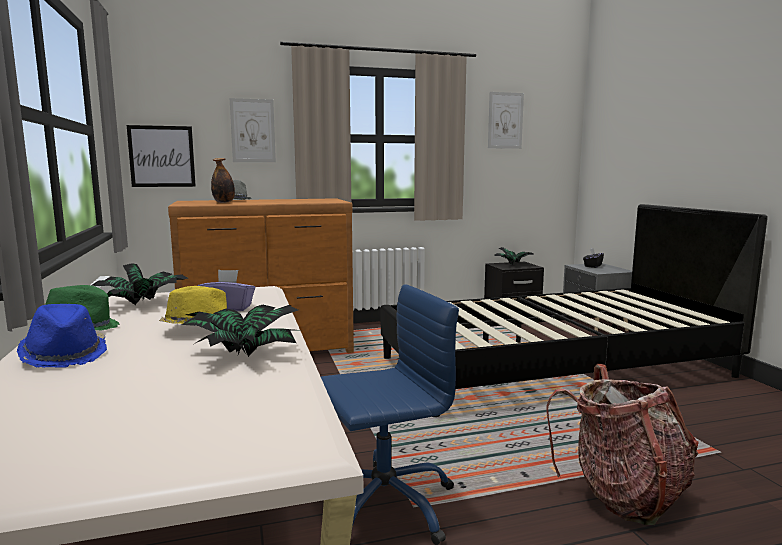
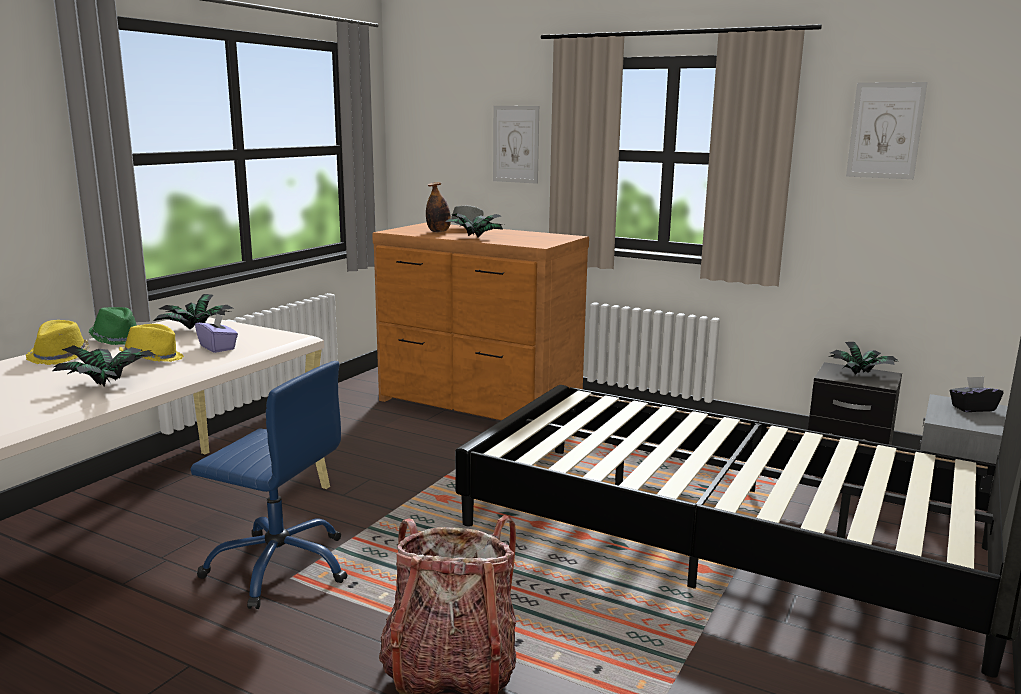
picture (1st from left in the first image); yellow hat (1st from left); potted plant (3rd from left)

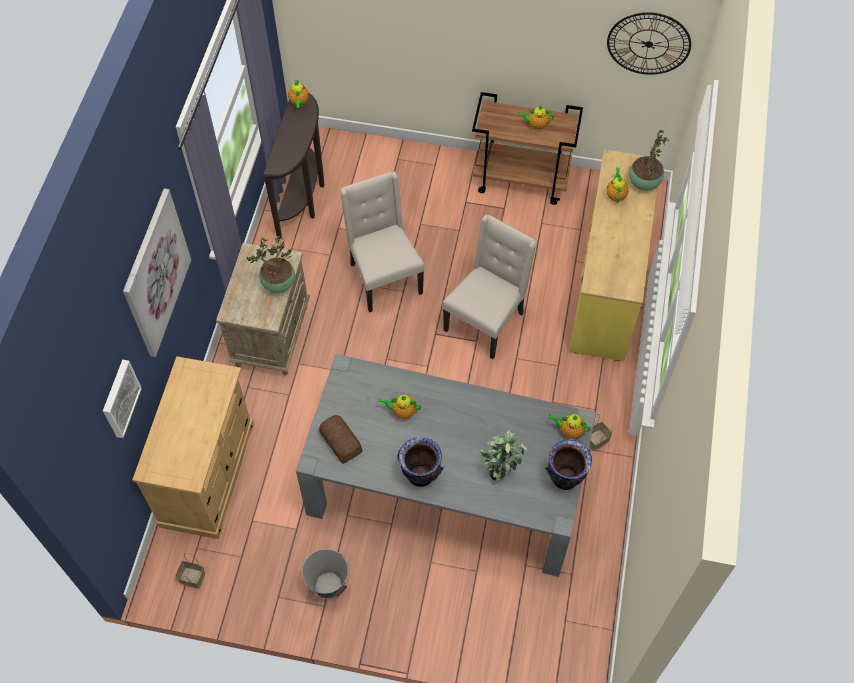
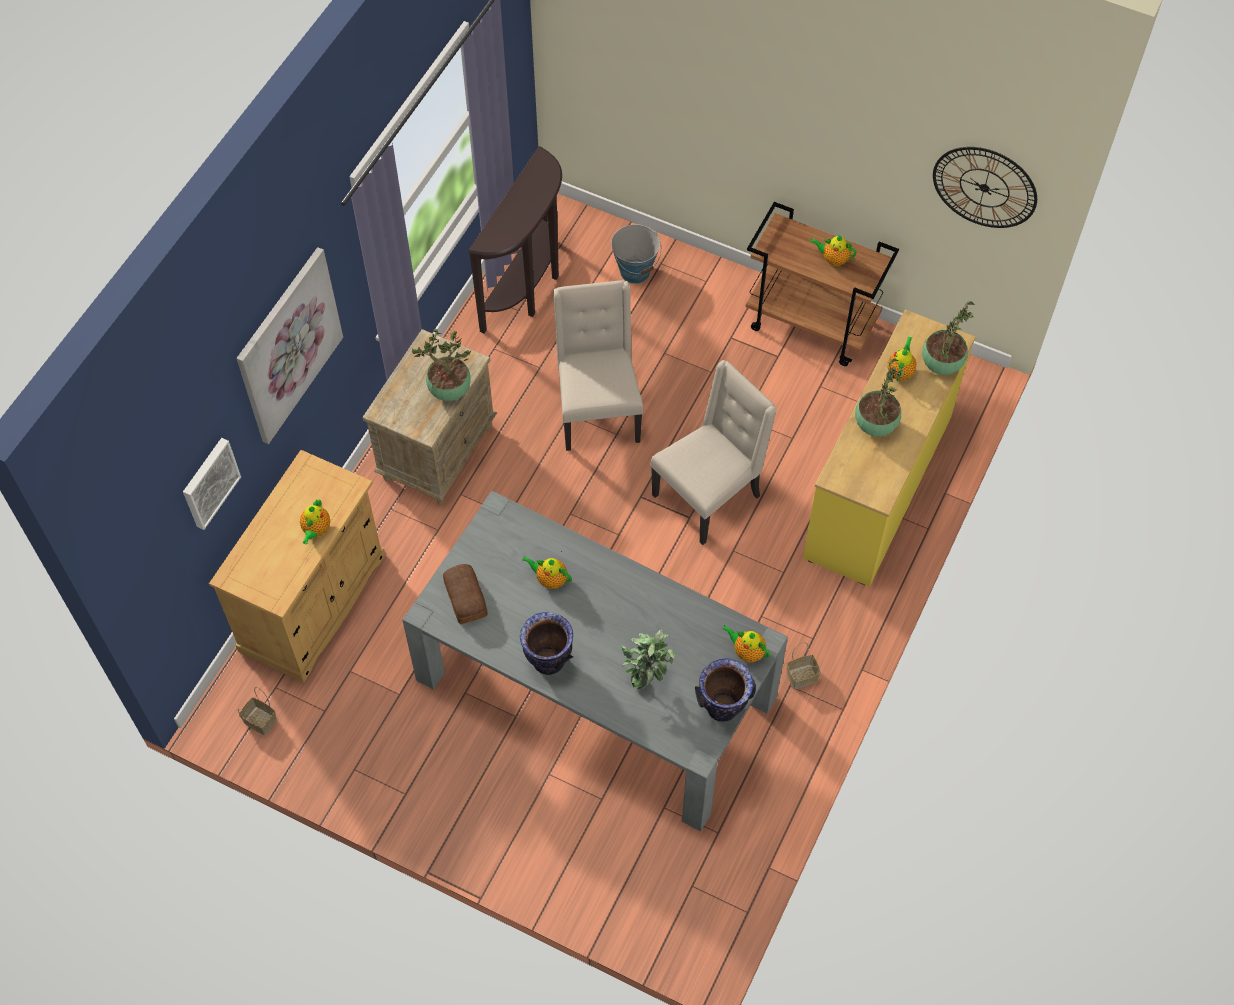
teapot (1st from left); bucket; potted plant (3rd from left)

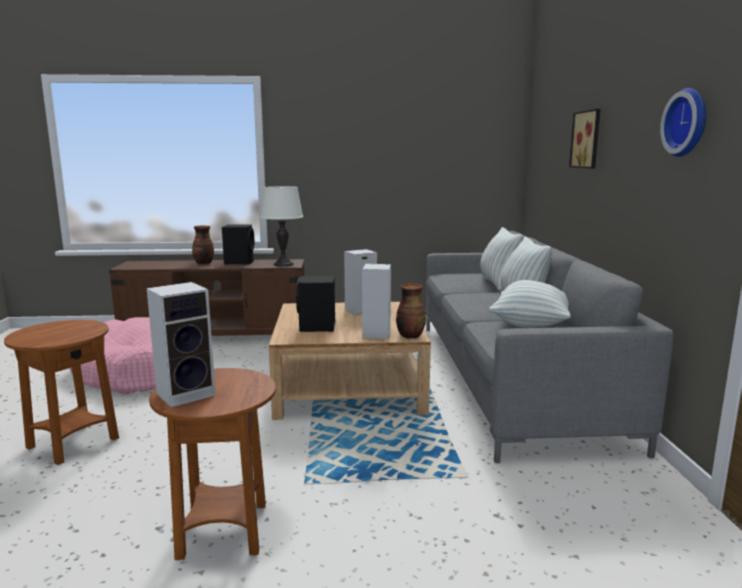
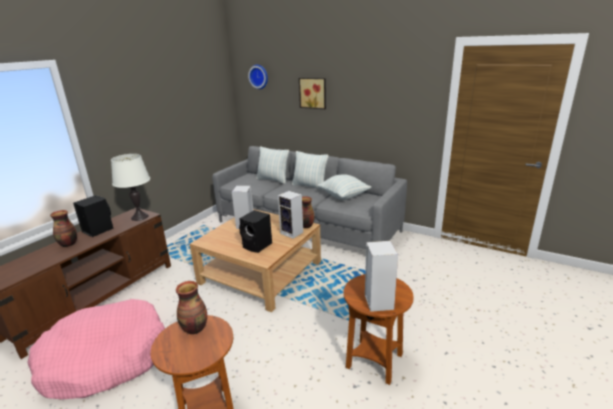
wall clock; vase (2nd from left)

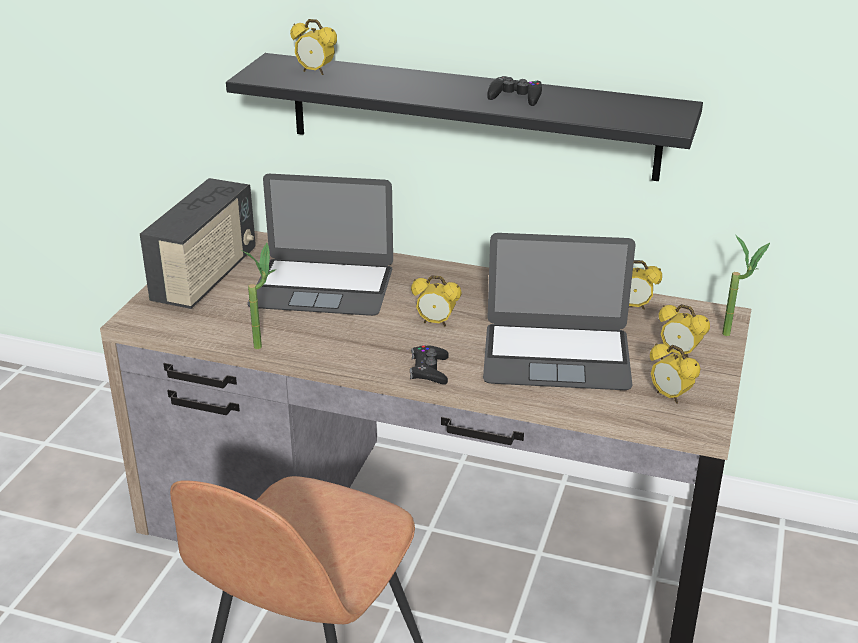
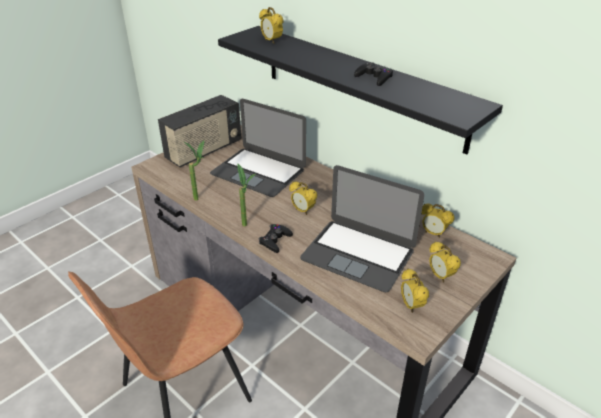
potted plant (2nd from left)

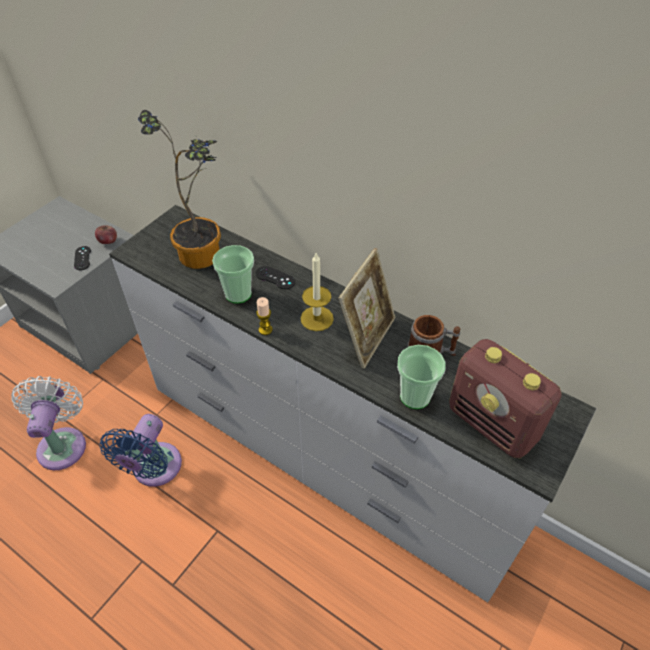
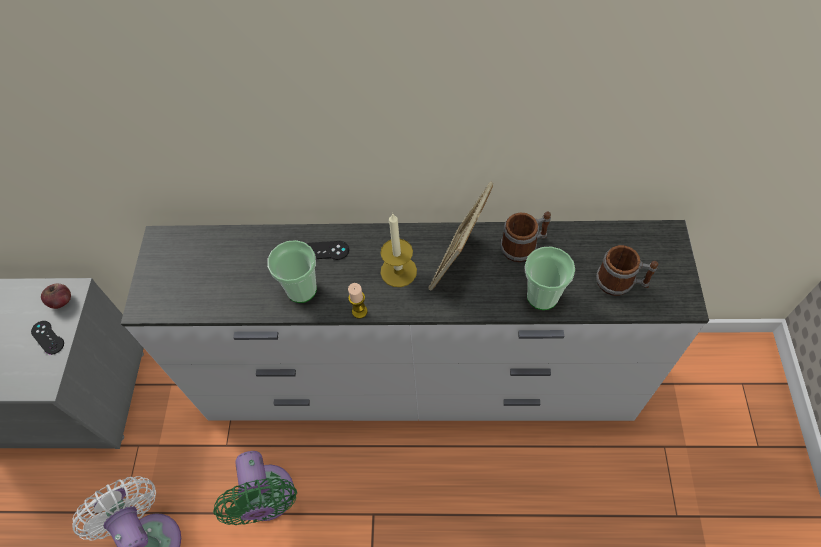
potted plant; picture frame; mug (2nd from left); green fan

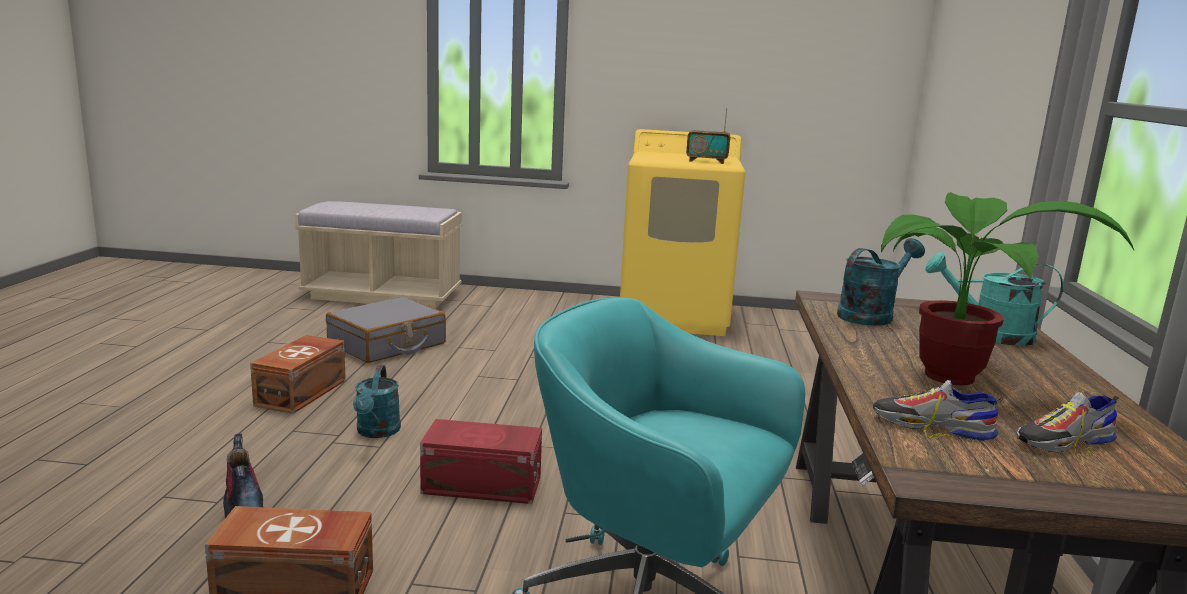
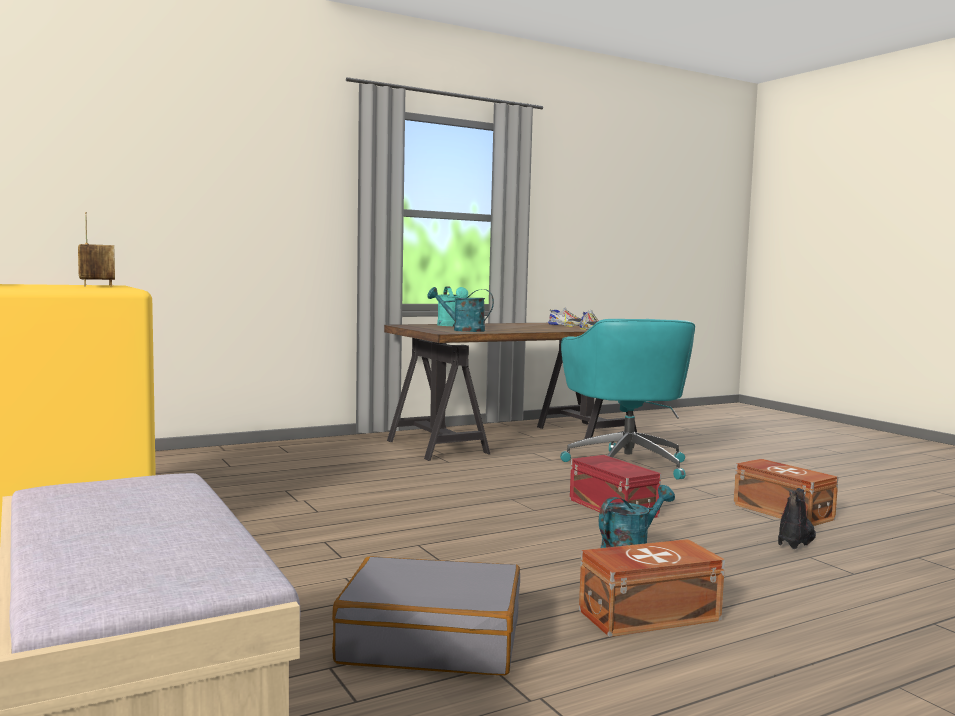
potted plant

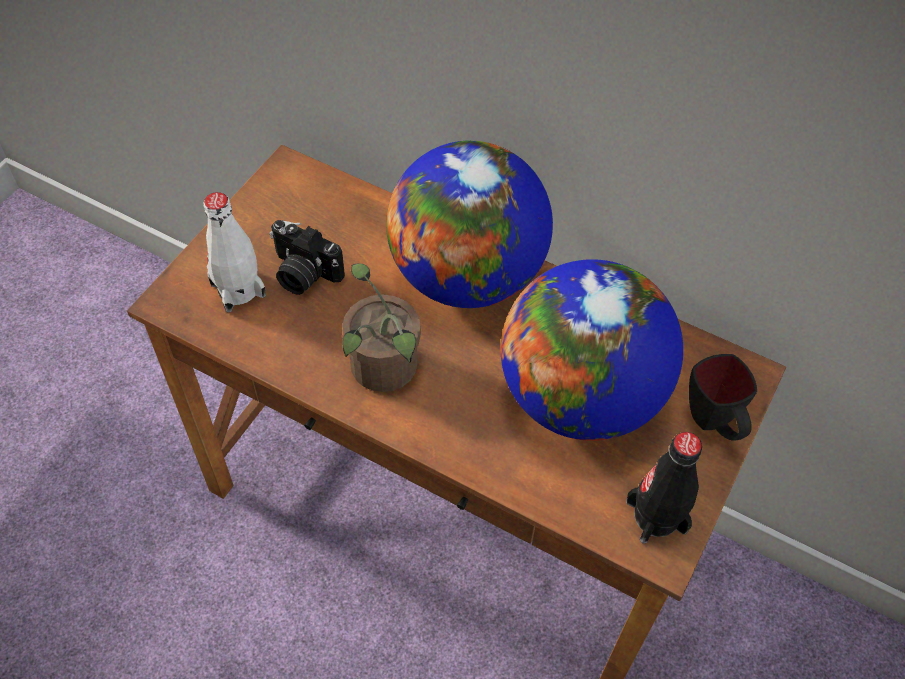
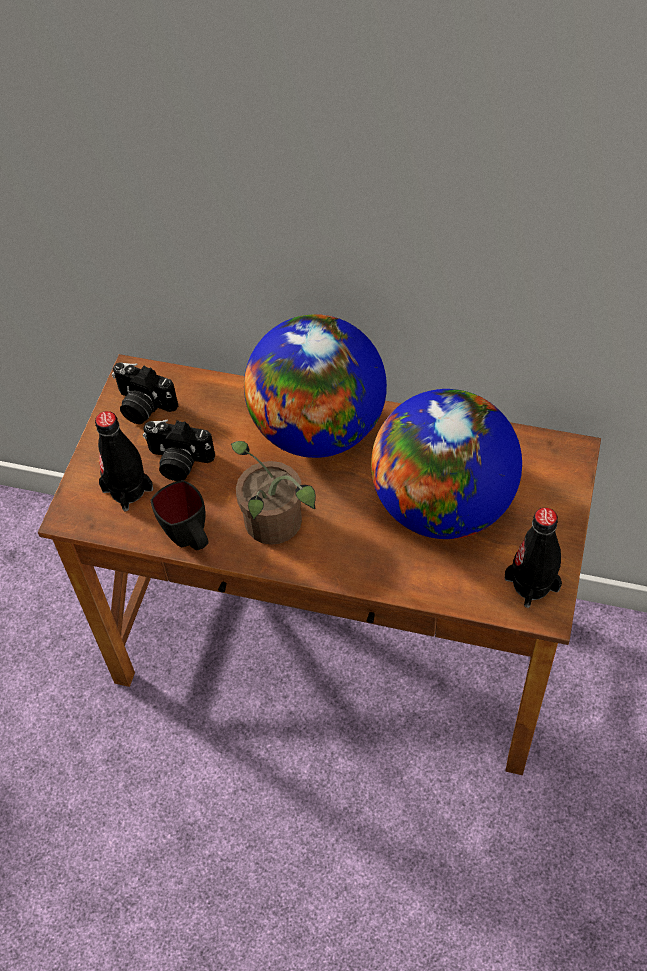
black bottle (1st from left); black mug; photo camera (1st from left)

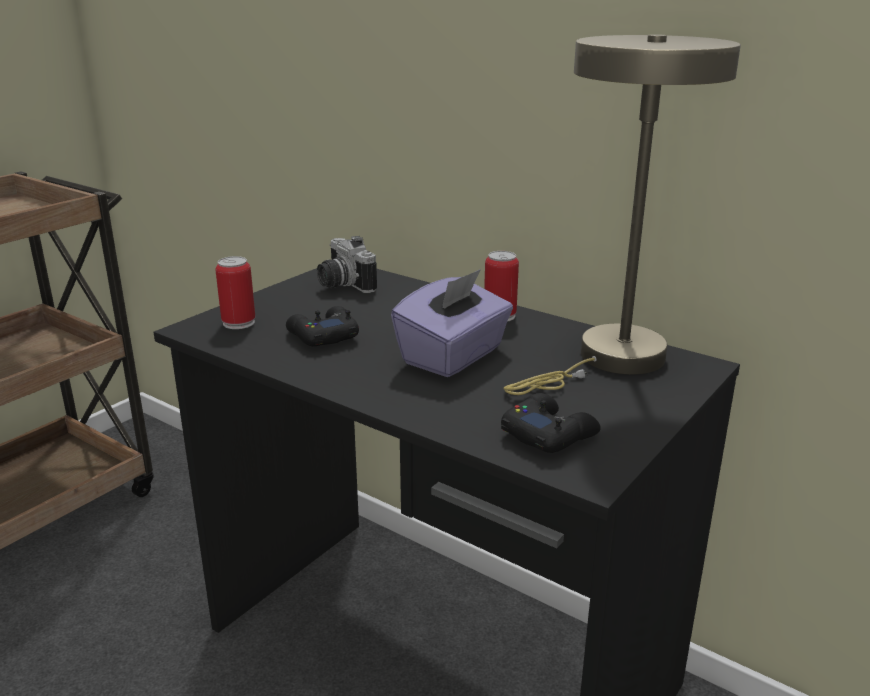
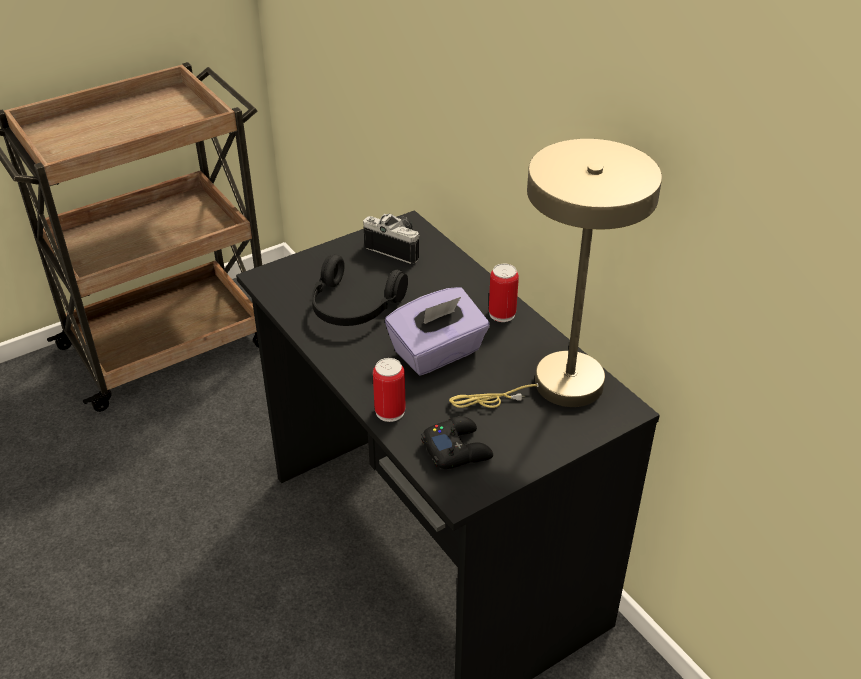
photo camera; can (1st from left); black headphones

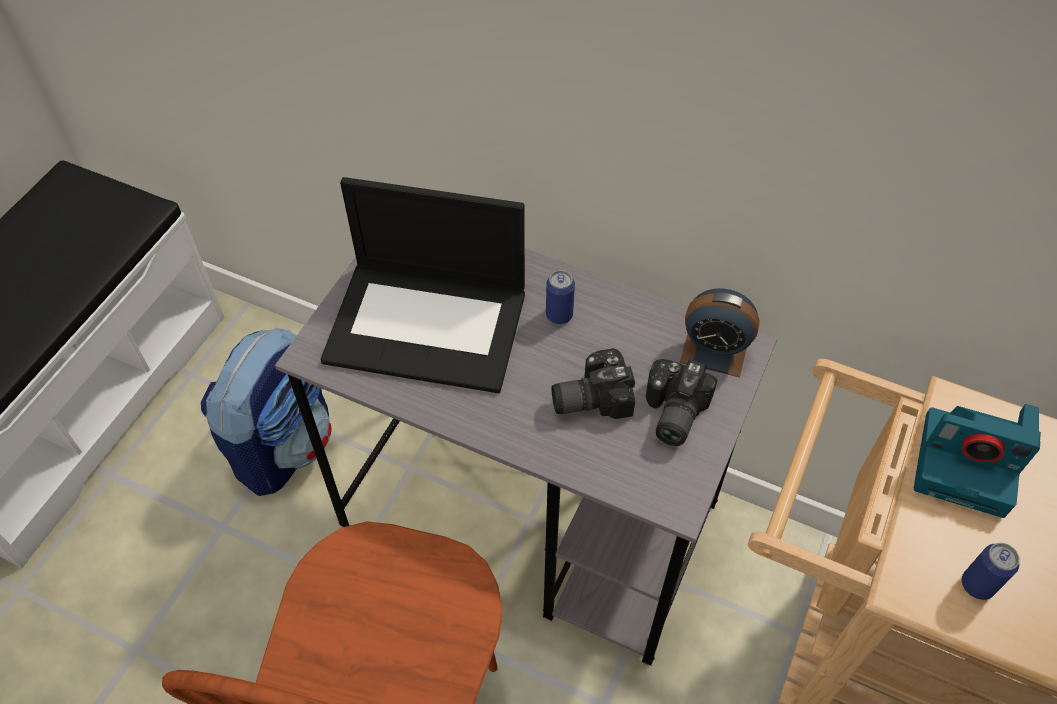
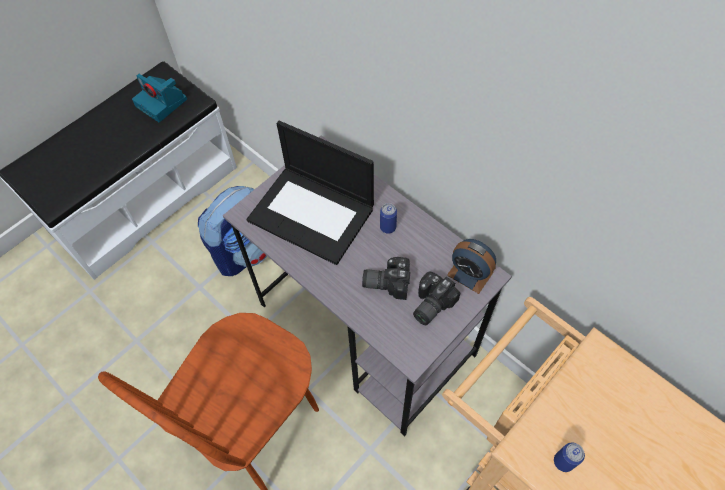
photo camera (1st from left)

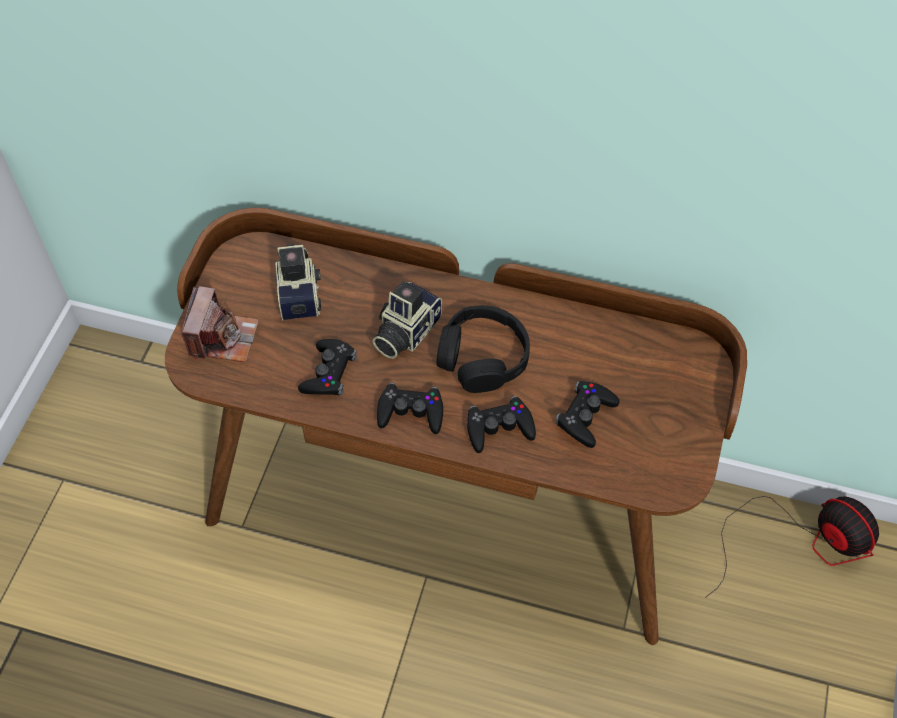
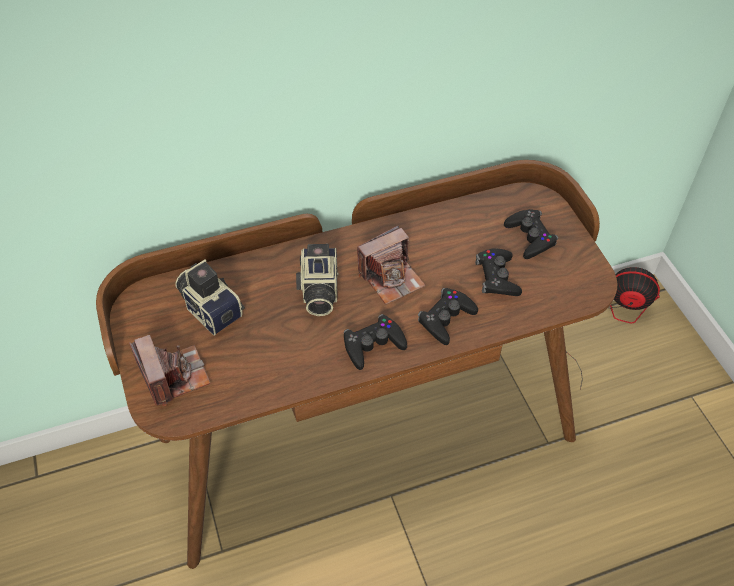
photo camera (4th from left); black game controller (4th from left)

